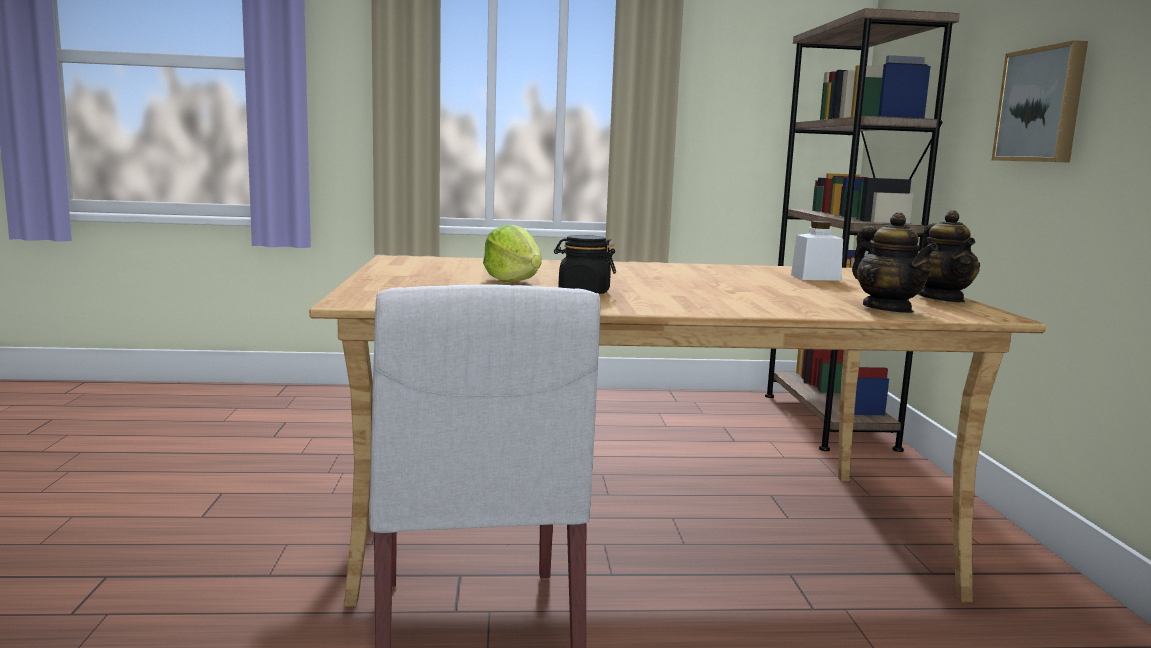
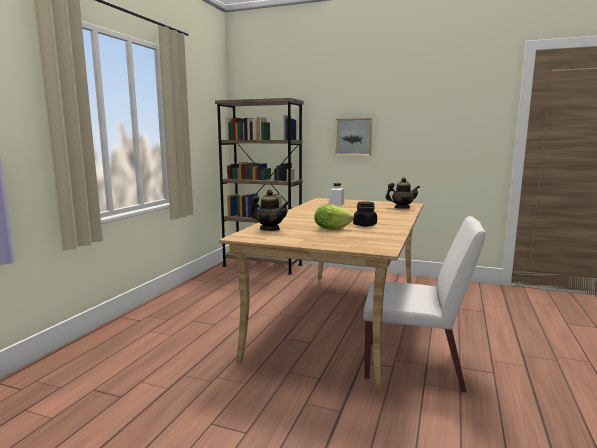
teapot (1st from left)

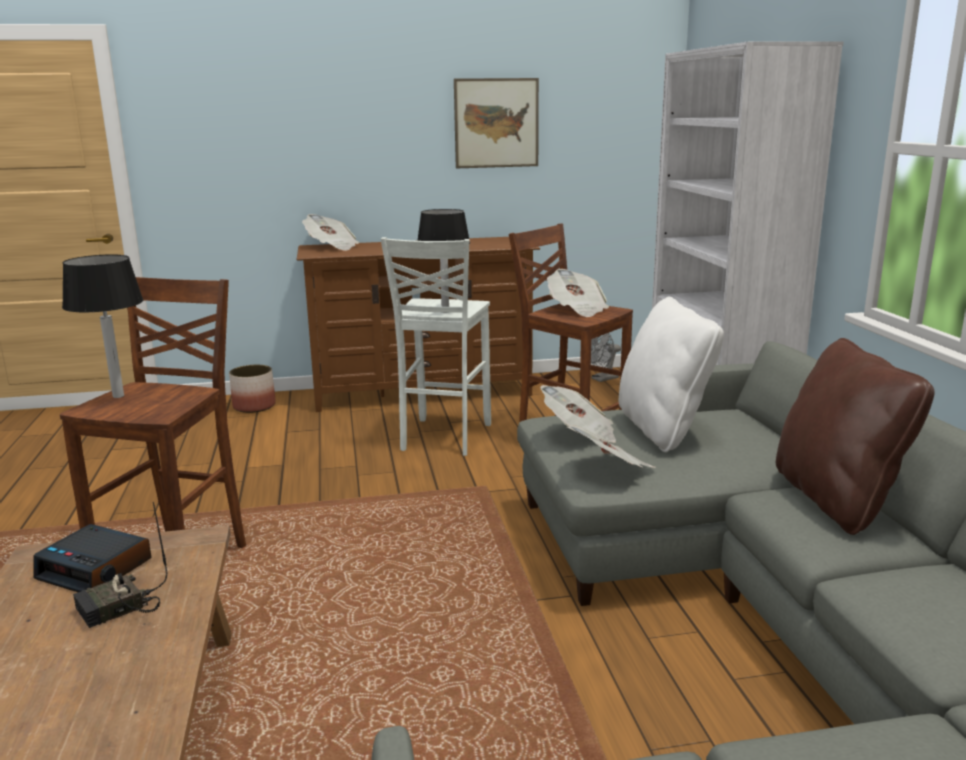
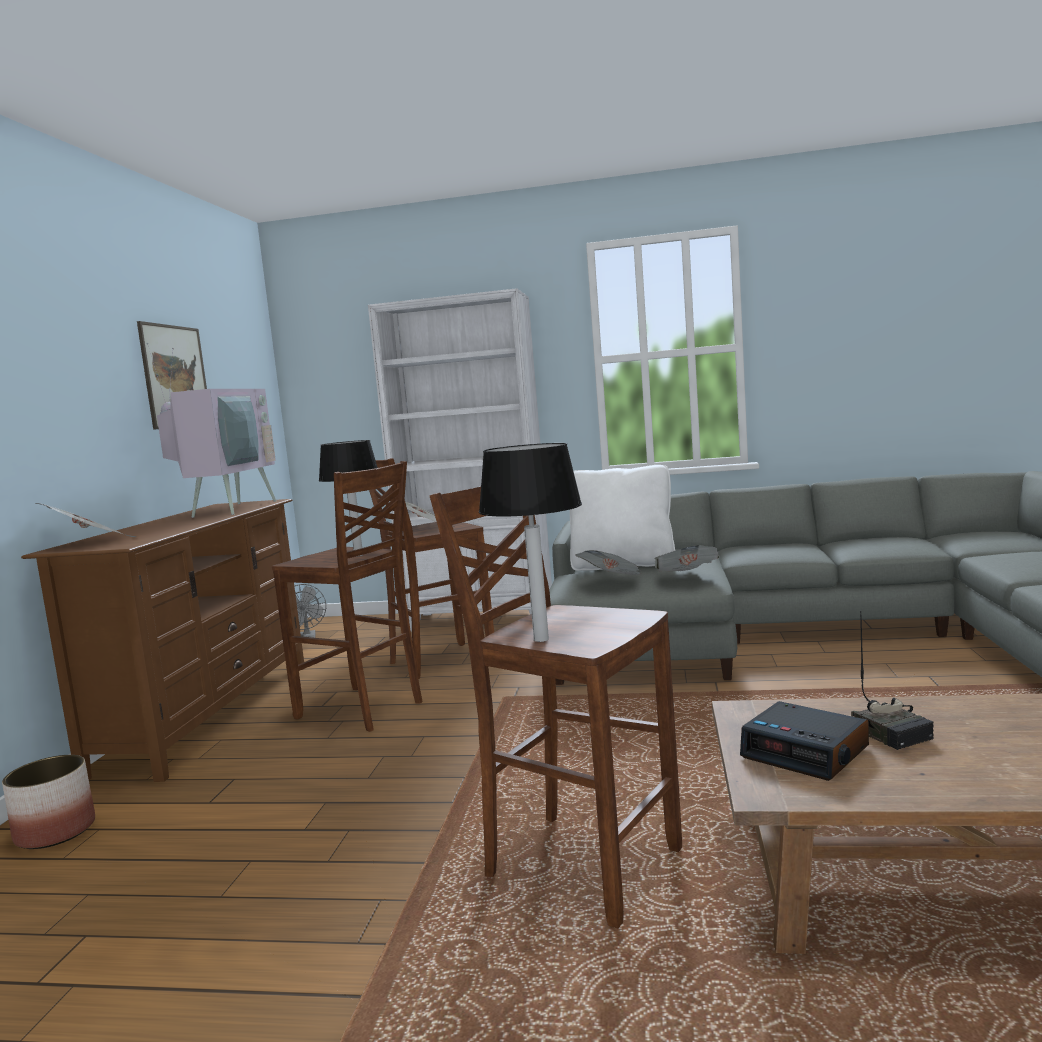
brown stool (1st from left); brown pillow; alarm clock; television

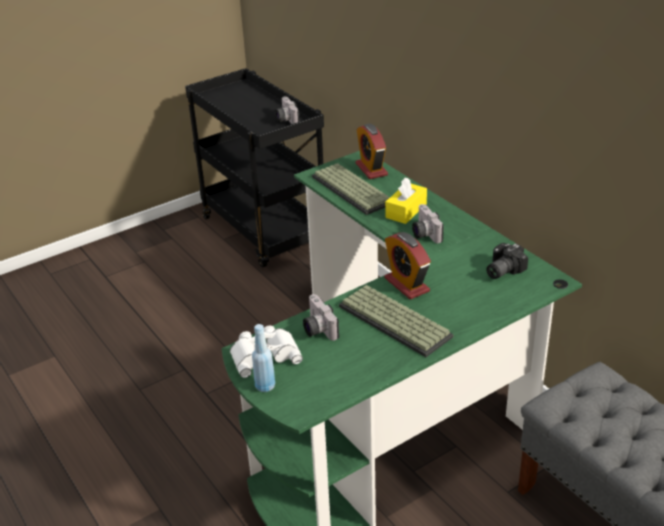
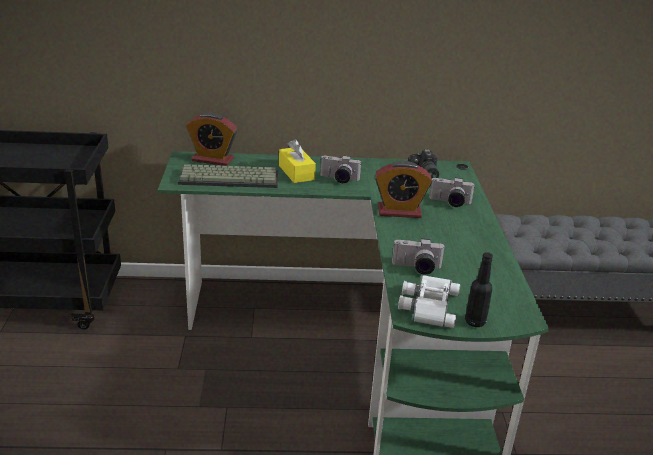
photo camera (4th from left); keyboard (2nd from left in the first image); black bottle

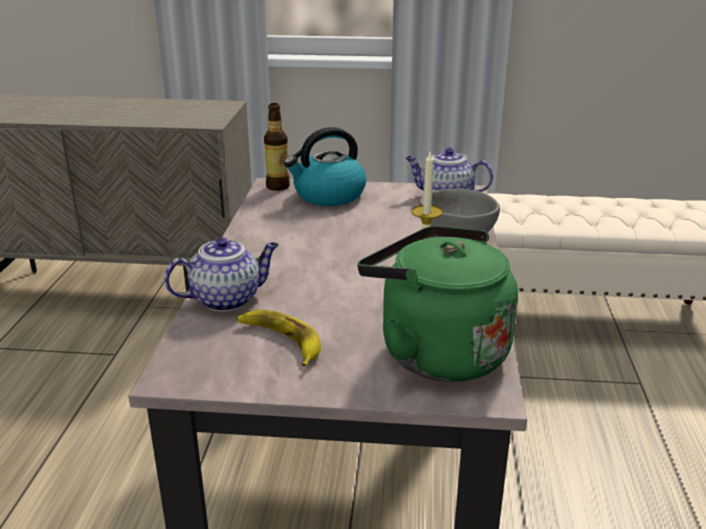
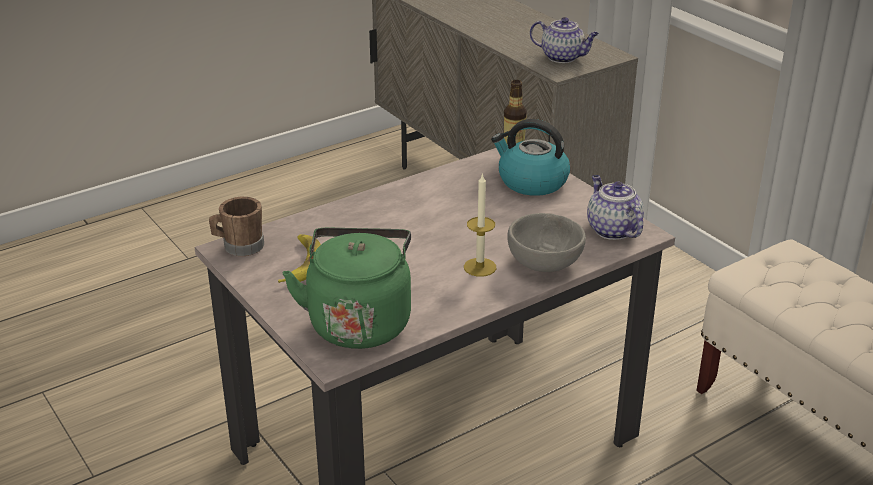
teapot (1st from left); brown mug

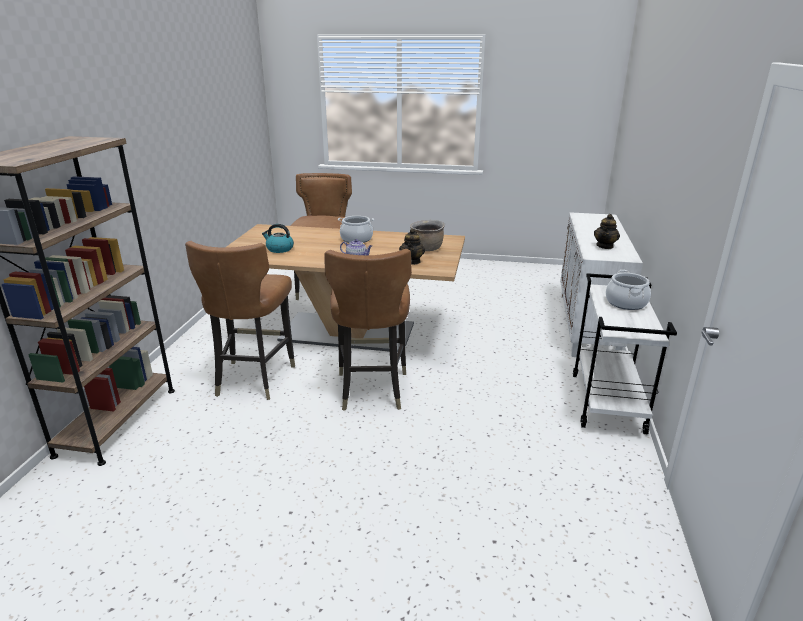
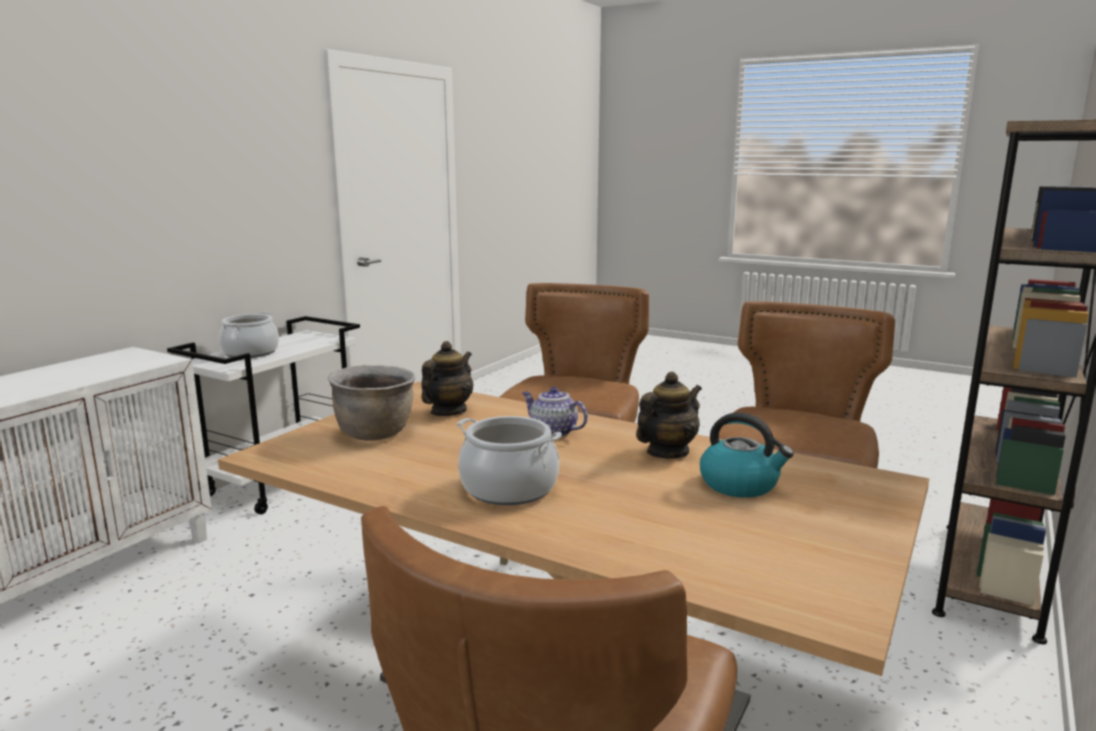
teapot (3rd from left)

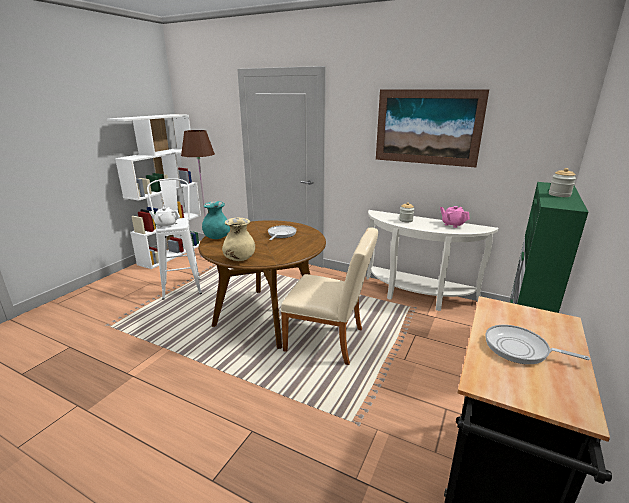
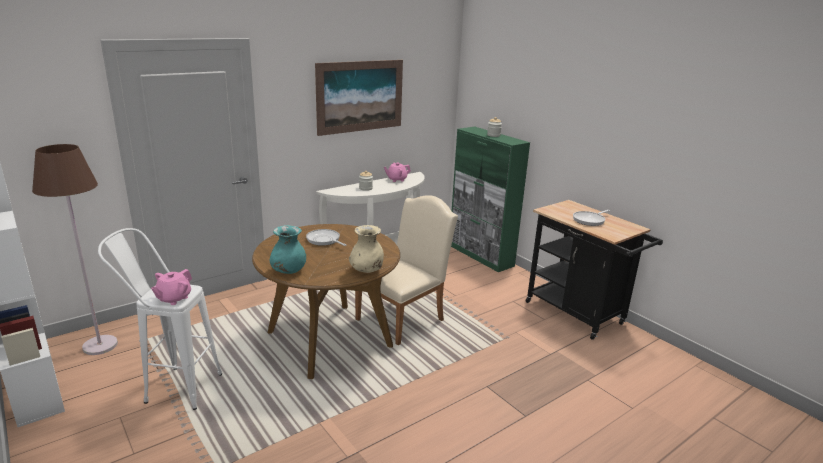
pink teapot (1st from left)

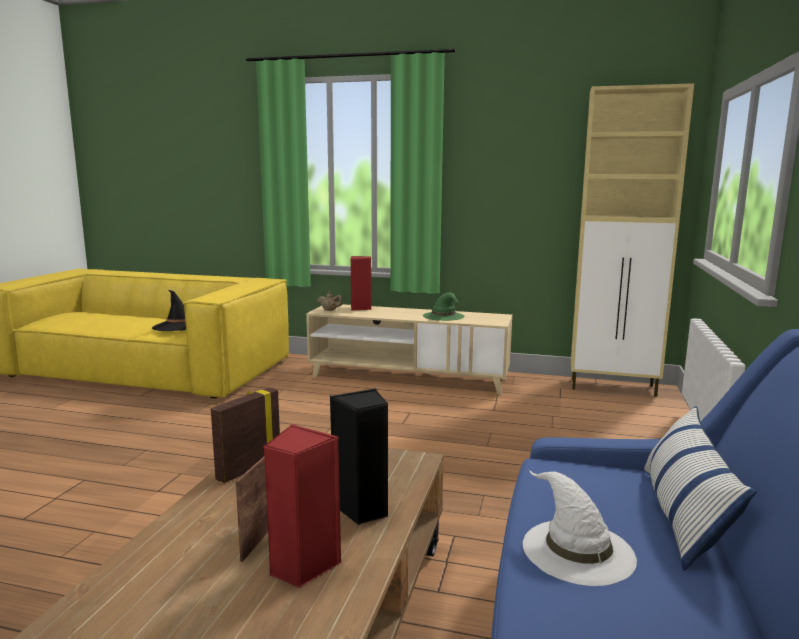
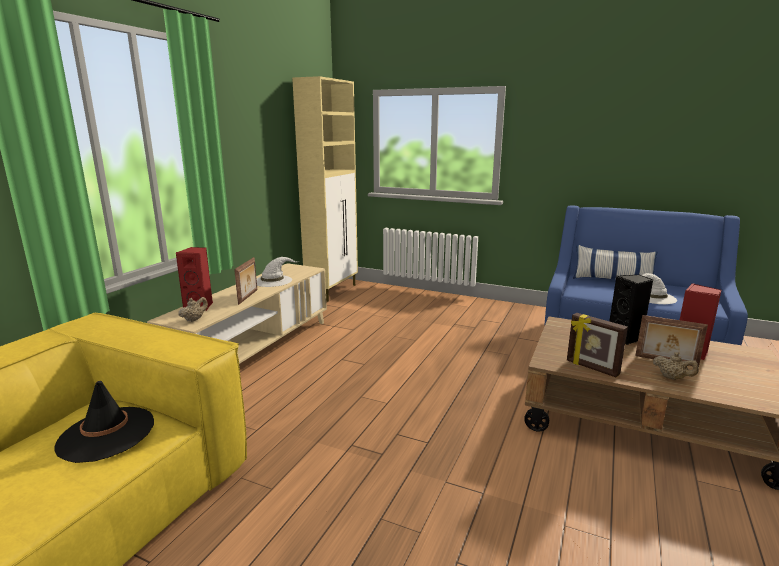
white hat (1st from left); picture frame (1st from left); beige teapot (2nd from left)

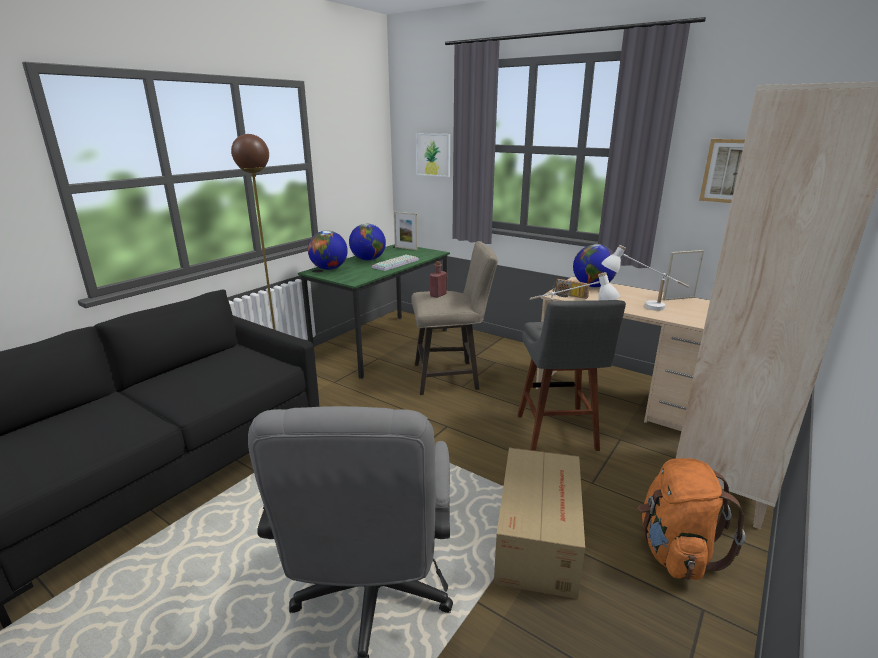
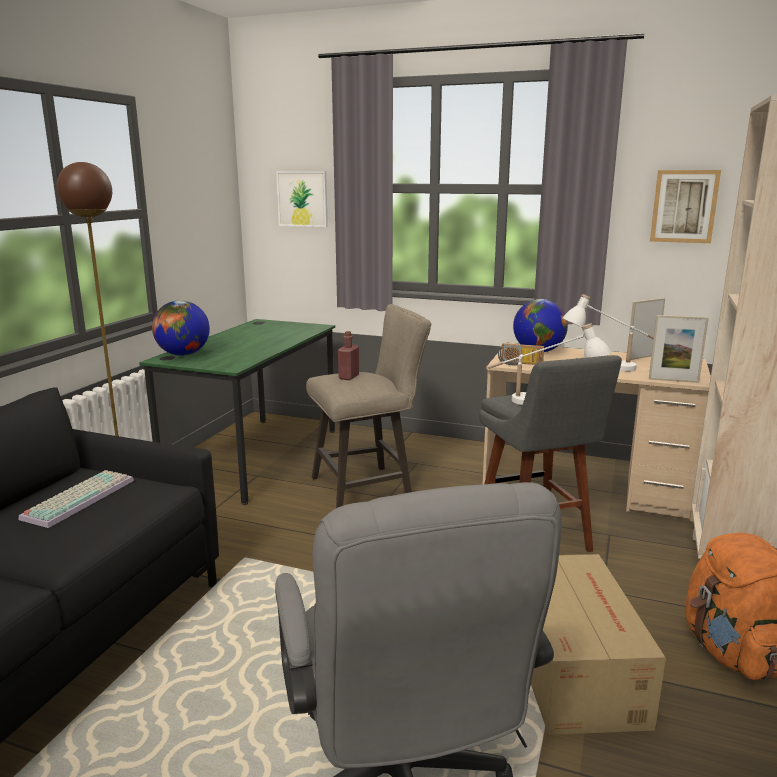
picture frame (2nd from left); globe (2nd from left in the first image); keyboard

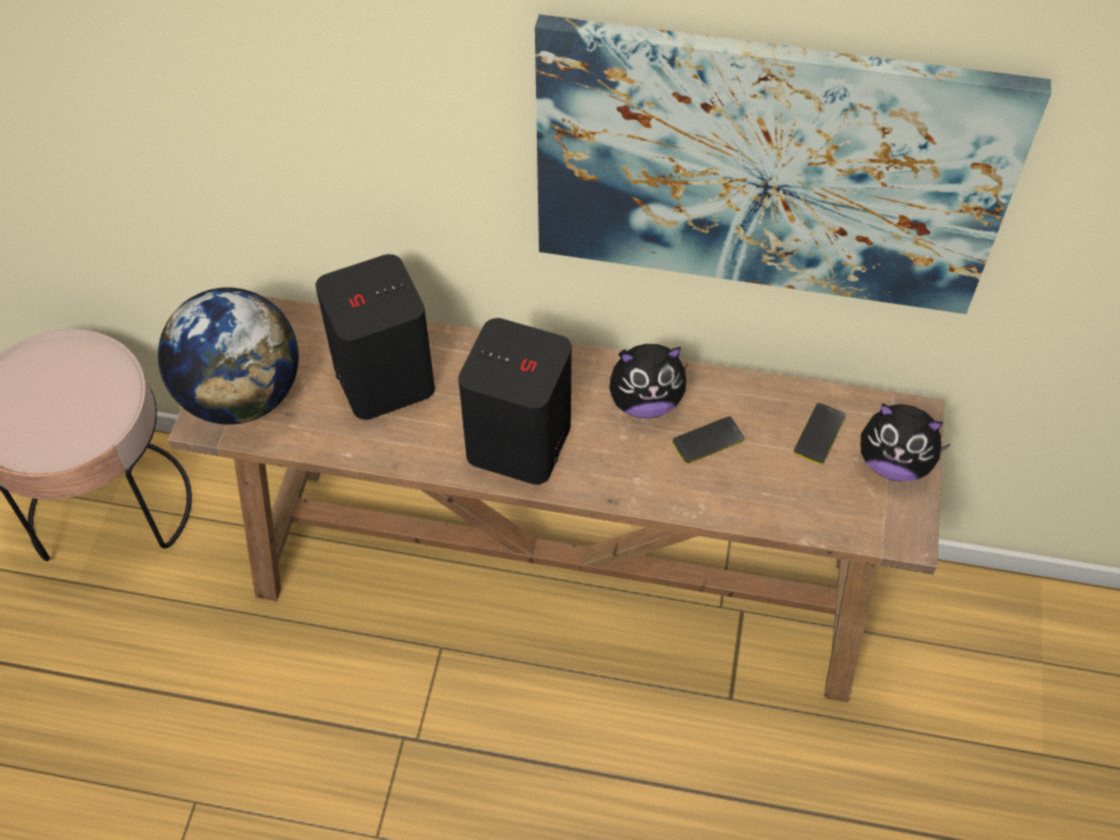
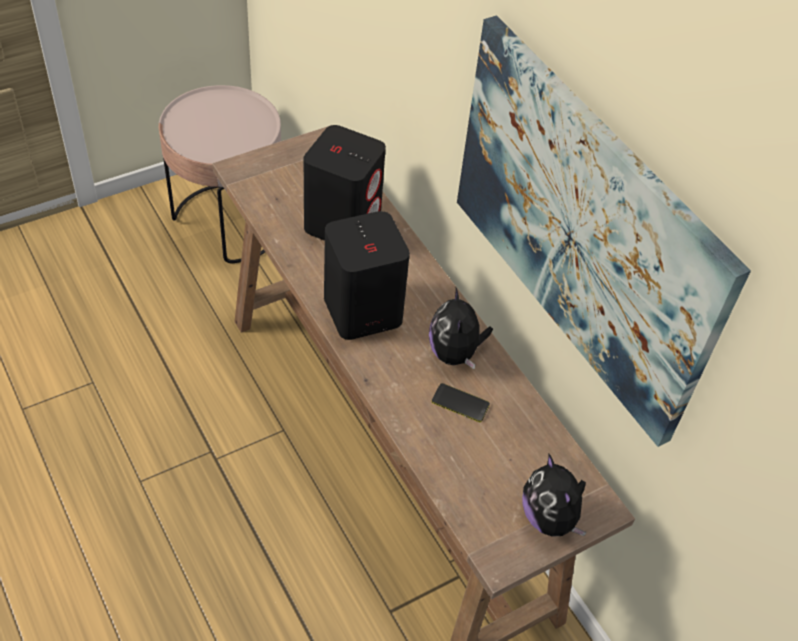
globe; plush toy (1st from left); phone (2nd from left in the first image)

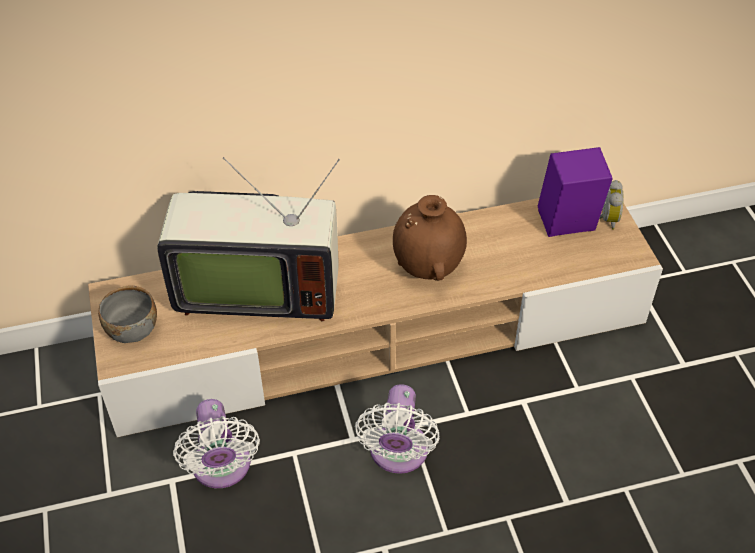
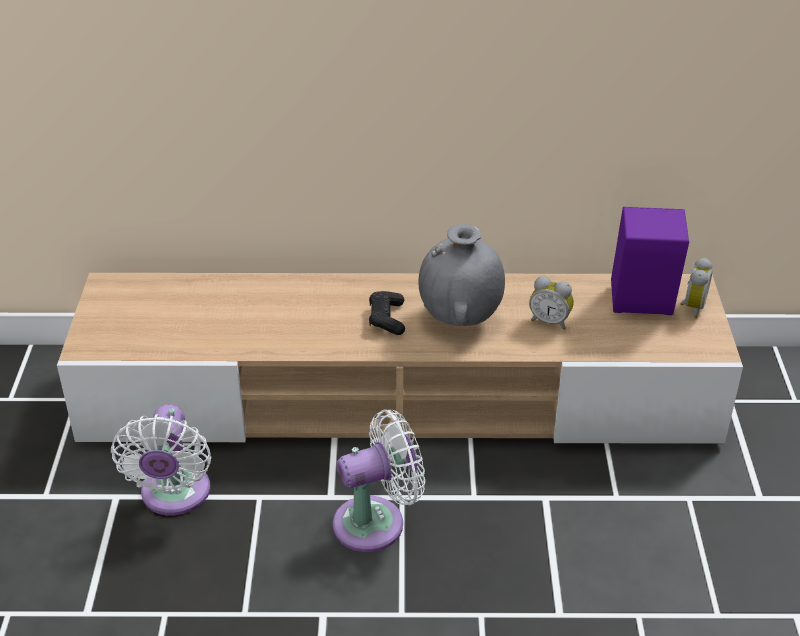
television; grey vase; grey bowl; white fan (2nd from left); alarm clock (1st from left); black game controller

